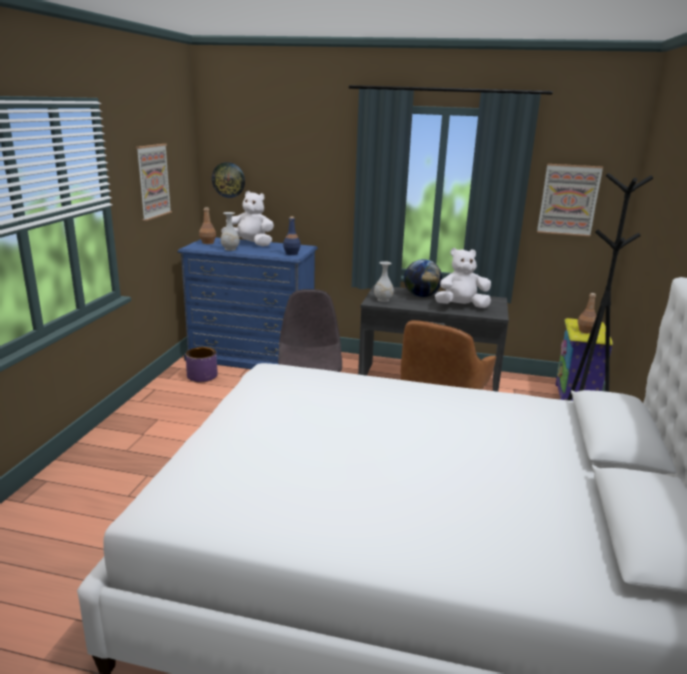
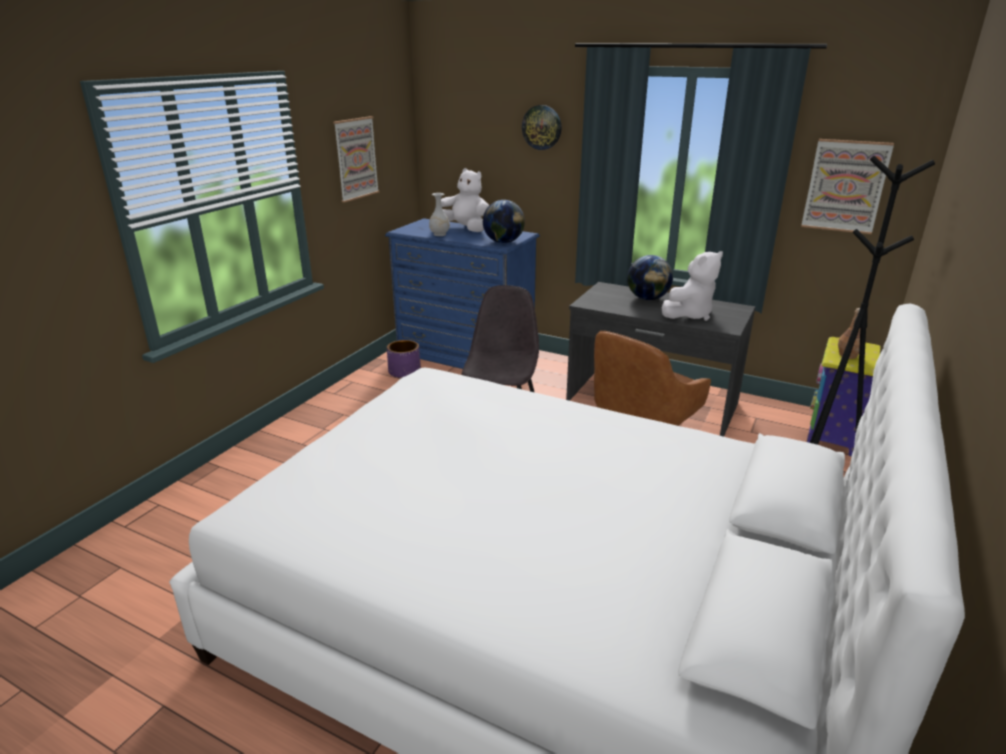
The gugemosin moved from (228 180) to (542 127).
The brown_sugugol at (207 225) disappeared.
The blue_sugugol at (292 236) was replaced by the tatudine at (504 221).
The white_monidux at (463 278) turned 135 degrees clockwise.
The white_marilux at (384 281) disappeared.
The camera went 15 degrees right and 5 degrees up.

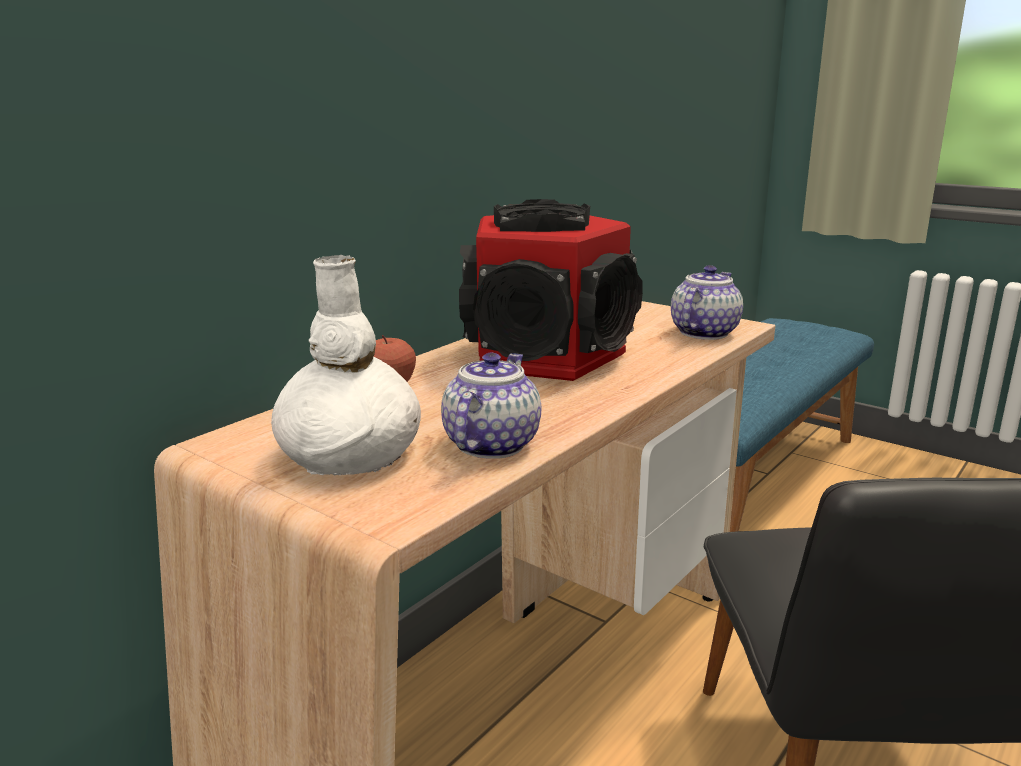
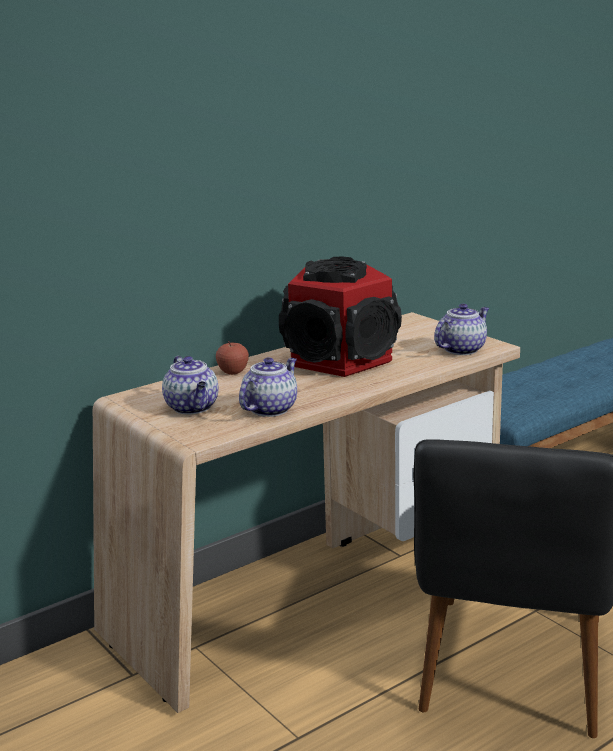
The white_marilux at (346 365) was replaced by the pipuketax at (190 385).
The camera went 15 degrees right and 0 degrees up.

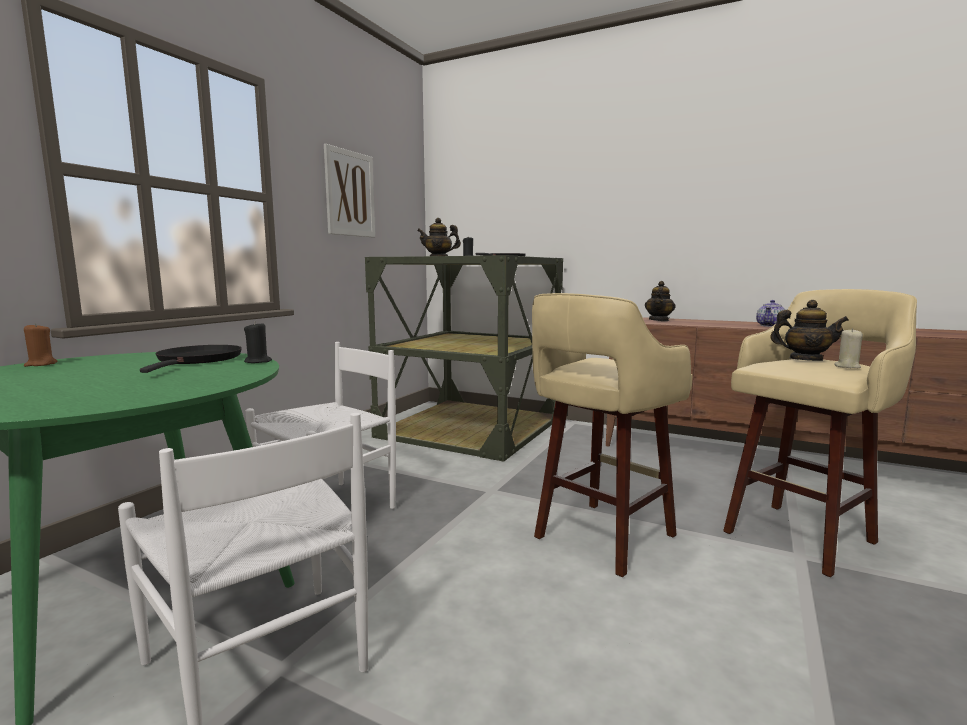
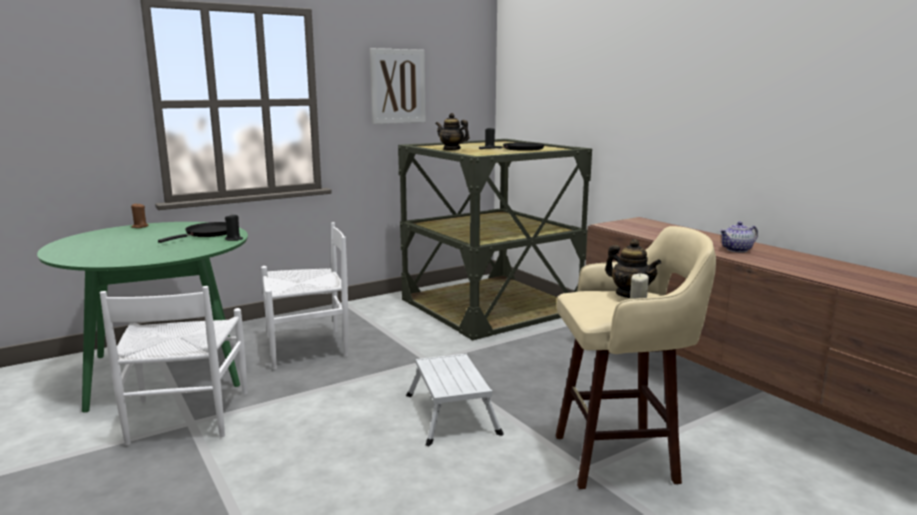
The pipuketax at (660 301) disappeared.
The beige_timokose at (612 435) was replaced by the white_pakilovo at (455 399).
The camera went 30 degrees right and 5 degrees up.

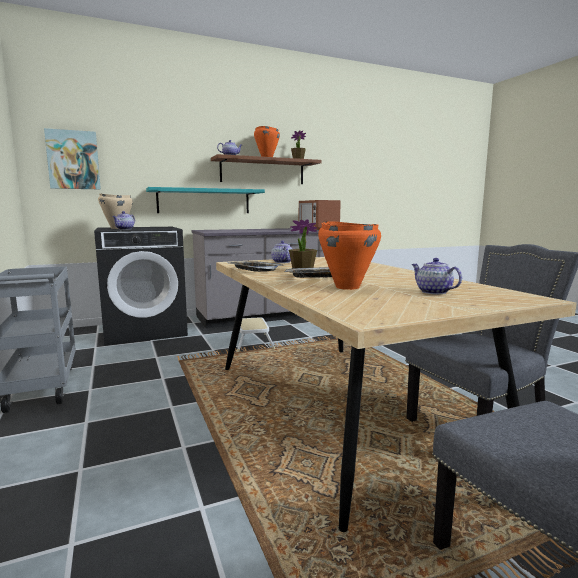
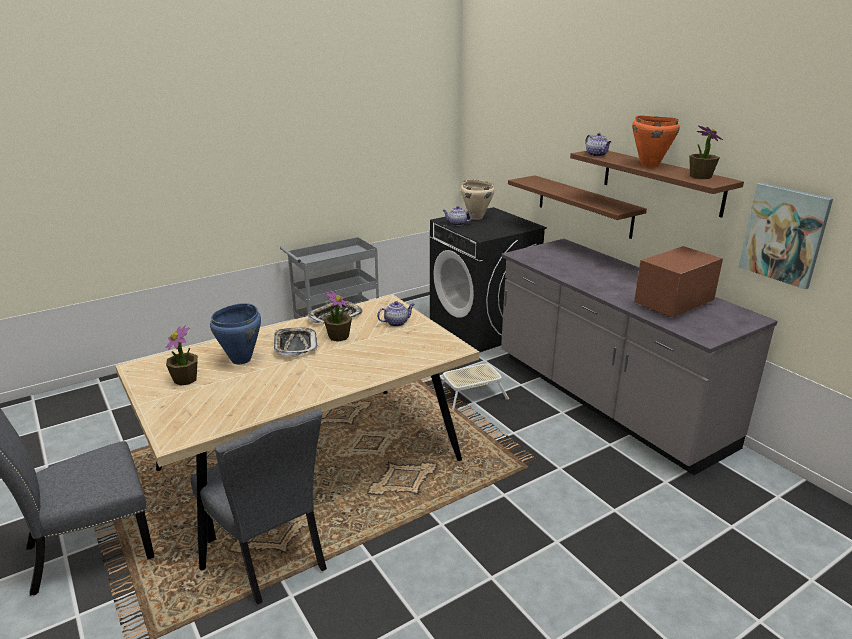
The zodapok moved from (72 158) to (785 236).
The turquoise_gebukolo at (205 200) became the brown_gebukolo at (577 207).
The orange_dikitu at (349 255) became the blue_dikitu at (235 333).
The pipuketax at (437 276) disappeared.
The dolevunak at (182 355) appeared.
The camera went 80 degrees right and 15 degrees up.

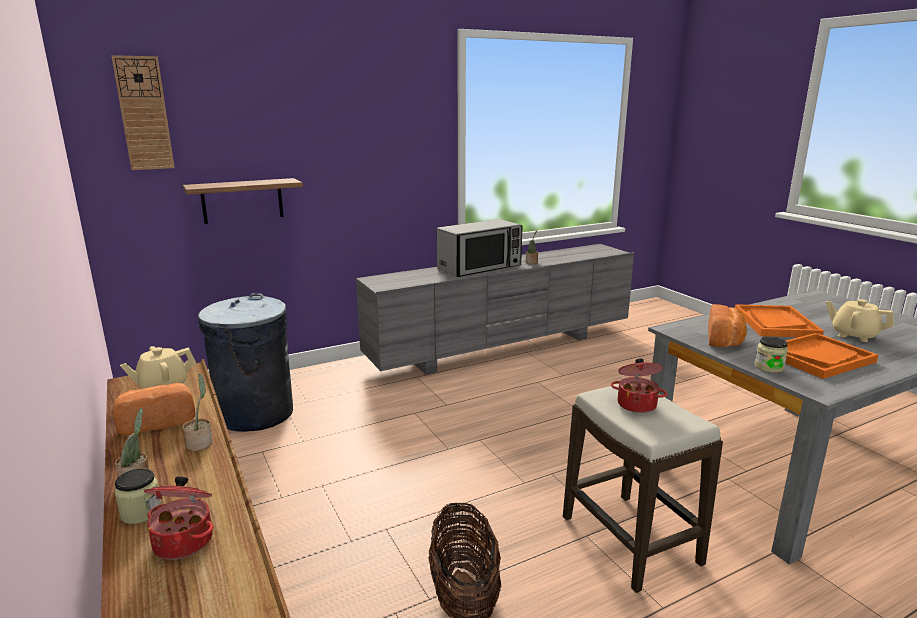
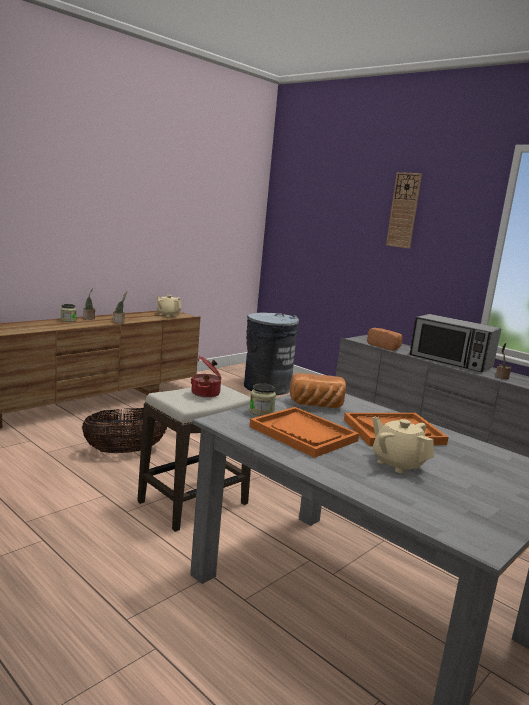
The gugemosin moved from (143 112) to (404 210).
The gebukolo at (243 201) disappeared.
The beige_pipuketax at (860 320) turned 60 degrees counterclockwise.
The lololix moved from (153 409) to (385 339).
The dikitu at (178 518) disappeared.
The camera went 70 degrees right and 5 degrees down.

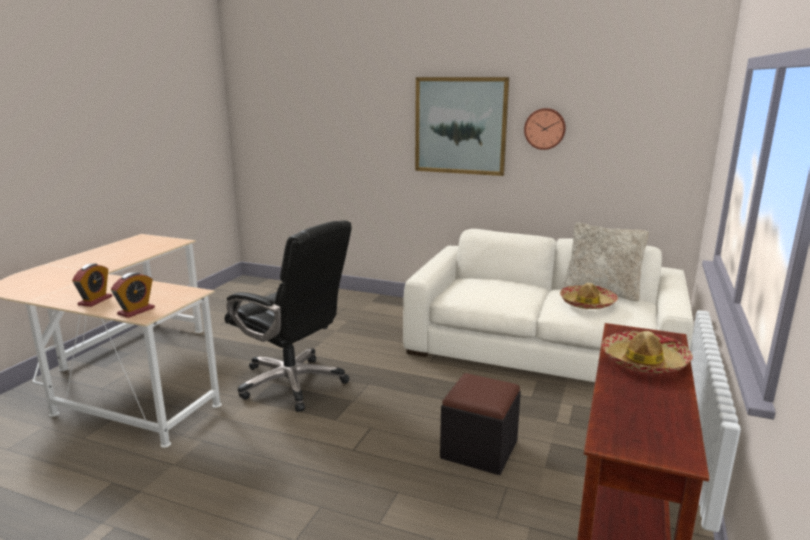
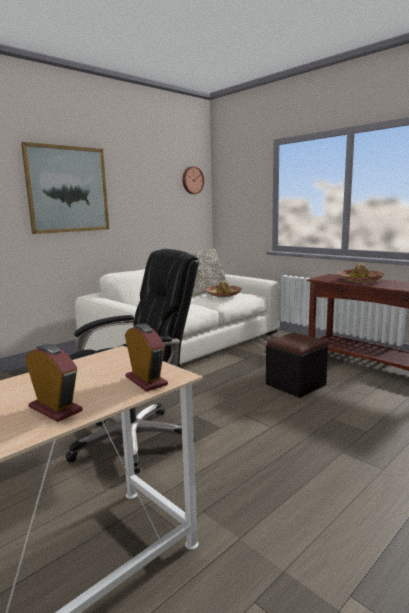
The gugemosin moved from (545 129) to (193 180).
The camera went 65 degrees left and 5 degrees down.

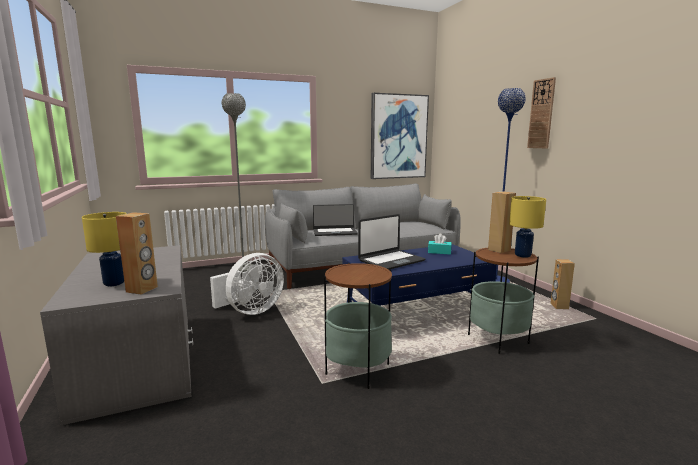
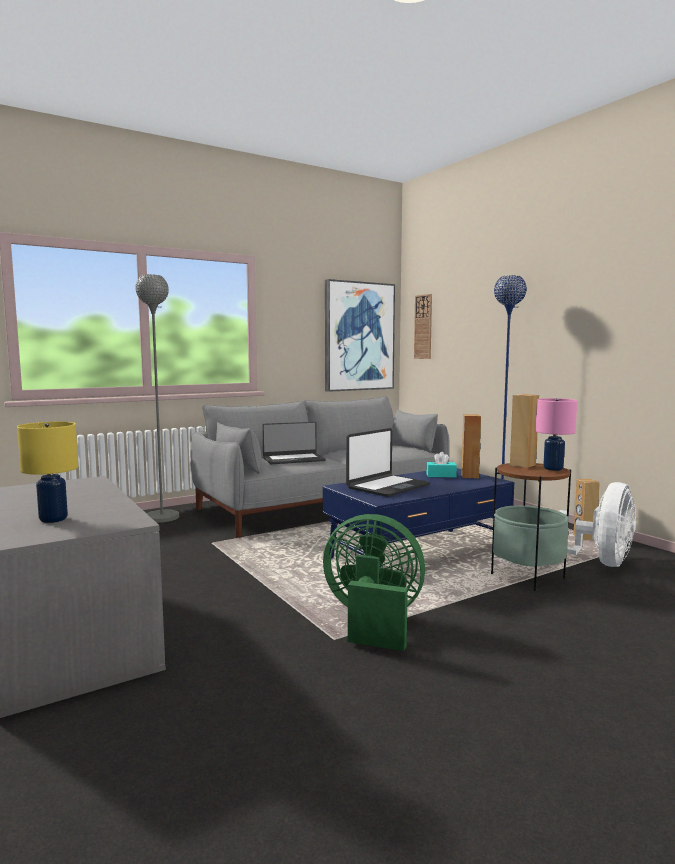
The gugemosin moved from (541 112) to (423 326).
The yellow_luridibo at (527 227) became the pink_luridibo at (556 434).
The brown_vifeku moved from (137 253) to (471 446).
The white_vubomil moved from (247 284) to (597 524).
The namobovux at (358 326) was replaced by the green_vubomil at (374 582).
The camera went 10 degrees left and 5 degrees down.

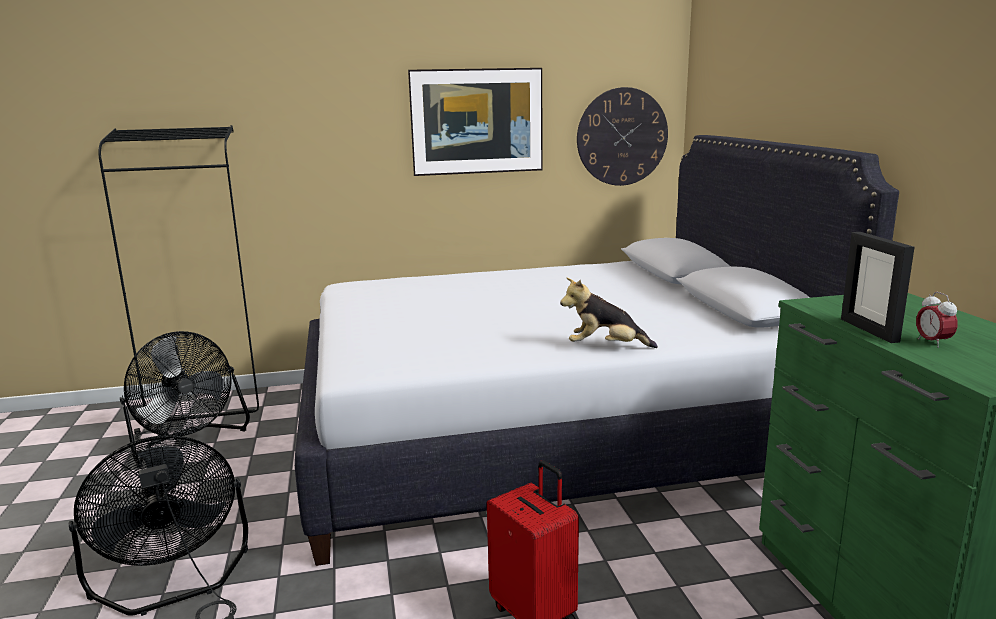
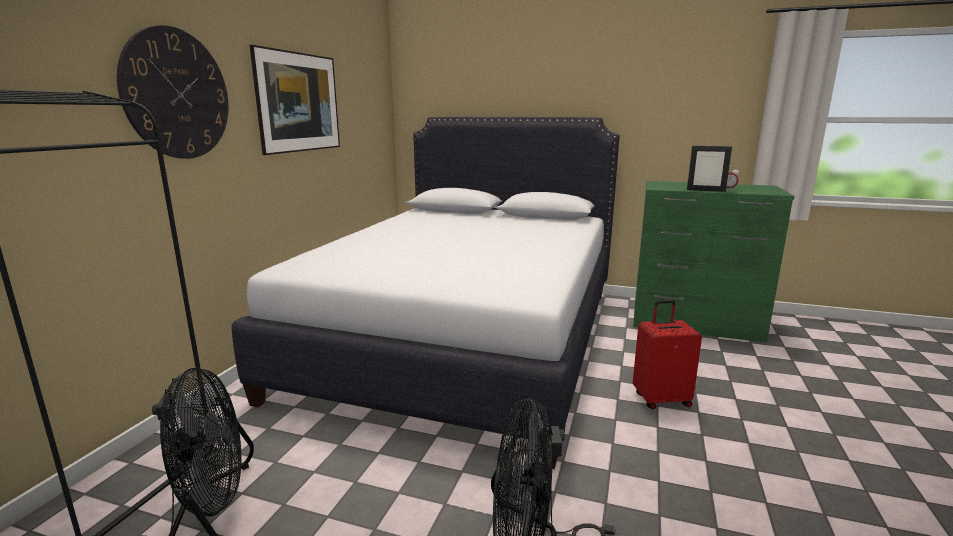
The gugemosin moved from (622 136) to (172 92).
The monidux at (609 313) disappeared.
The camera went 60 degrees left and 0 degrees up.

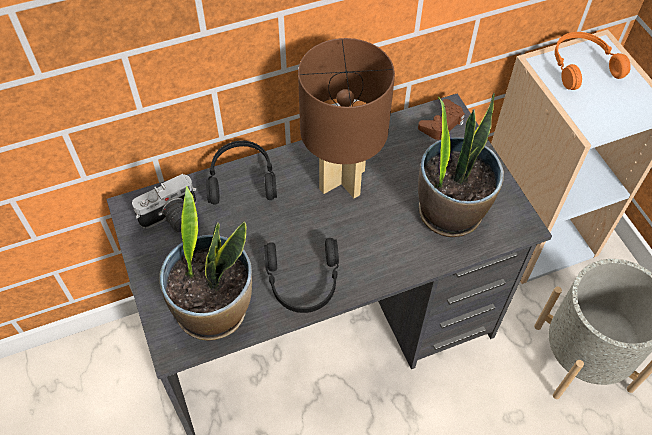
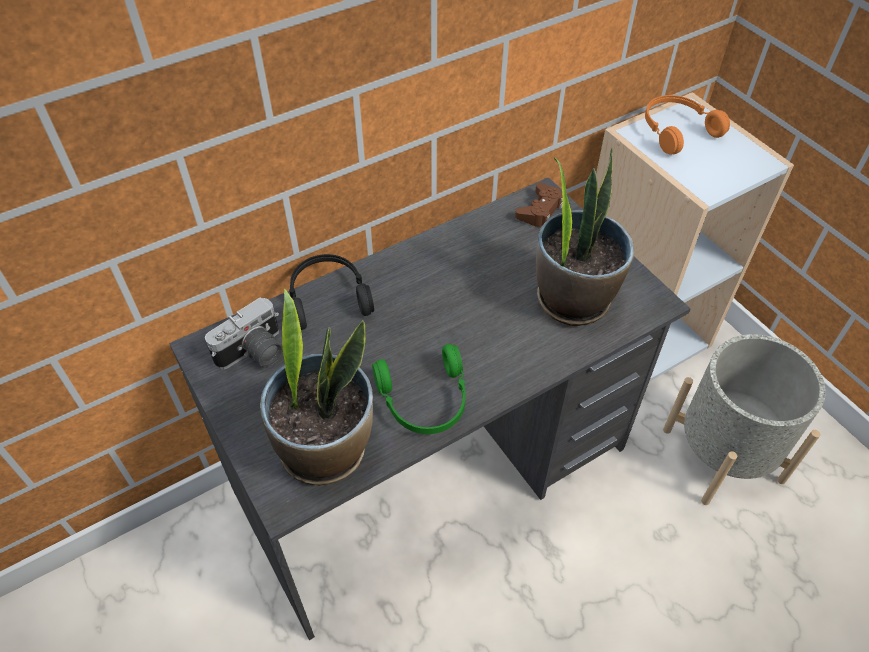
The brown_luridibo at (346 118) disappeared.
The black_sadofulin at (301 275) became the green_sadofulin at (419 389).
The camera went 10 degrees left and 5 degrees down.

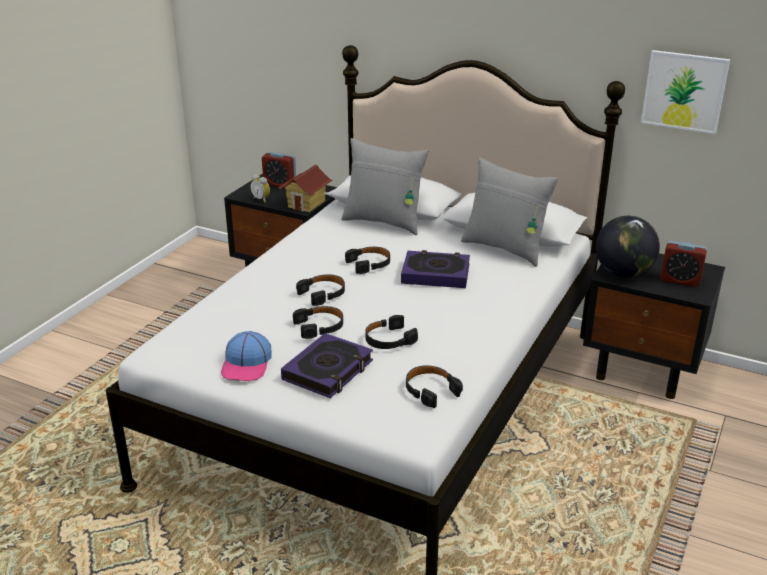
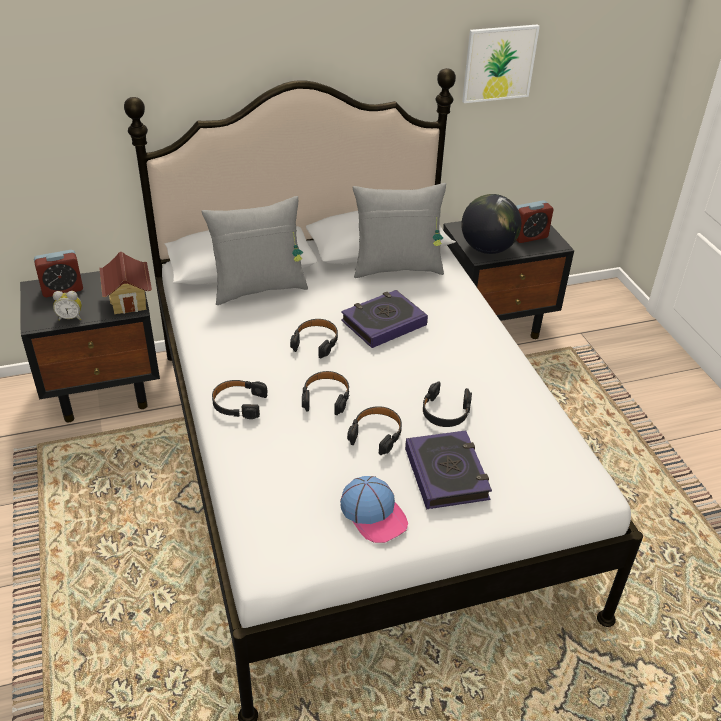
The black_sadofulin moved from (434 386) to (239 399).
The camera went 45 degrees left and 10 degrees up.

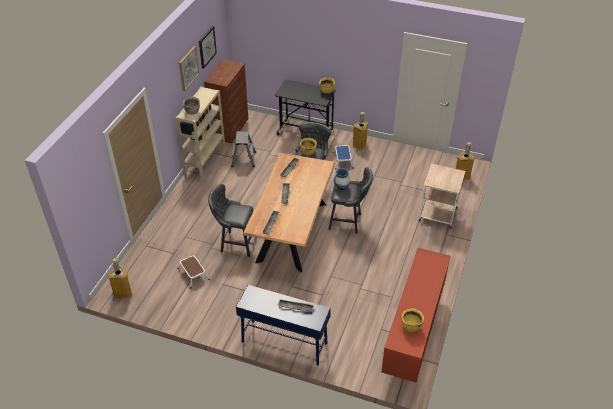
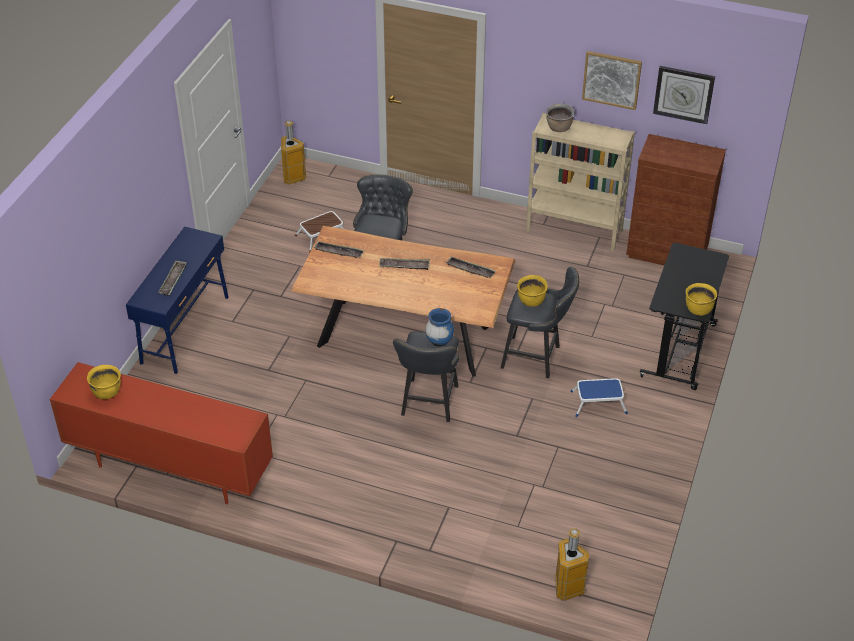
The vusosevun at (360 131) disappeared.
The grey_pakilovo at (243 149) disappeared.
The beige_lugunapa at (442 196) disappeared.
The camera went 90 degrees right and 0 degrees up.

